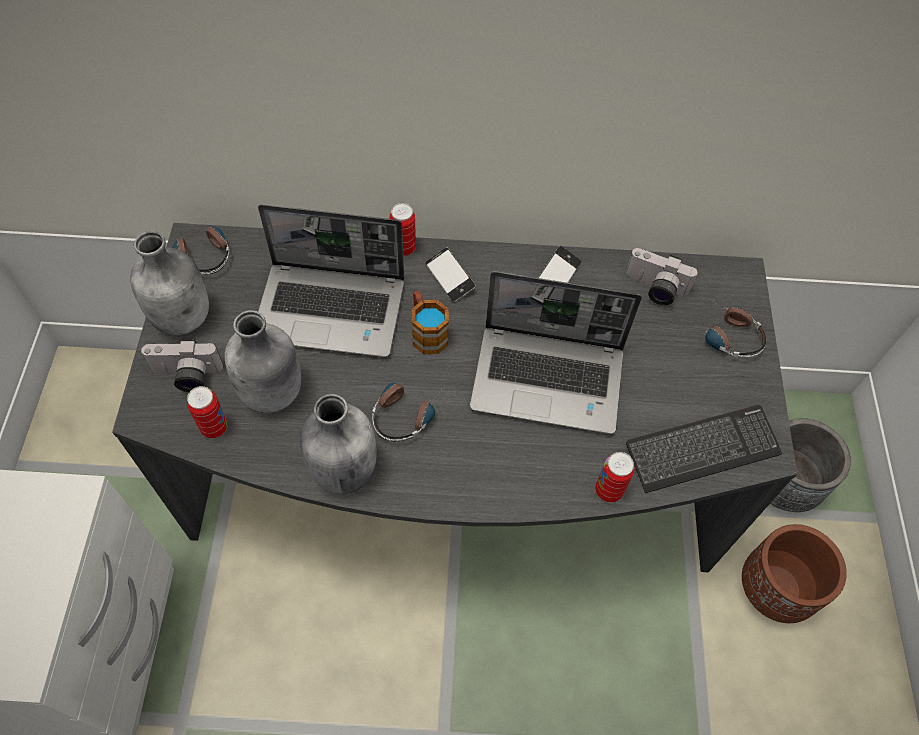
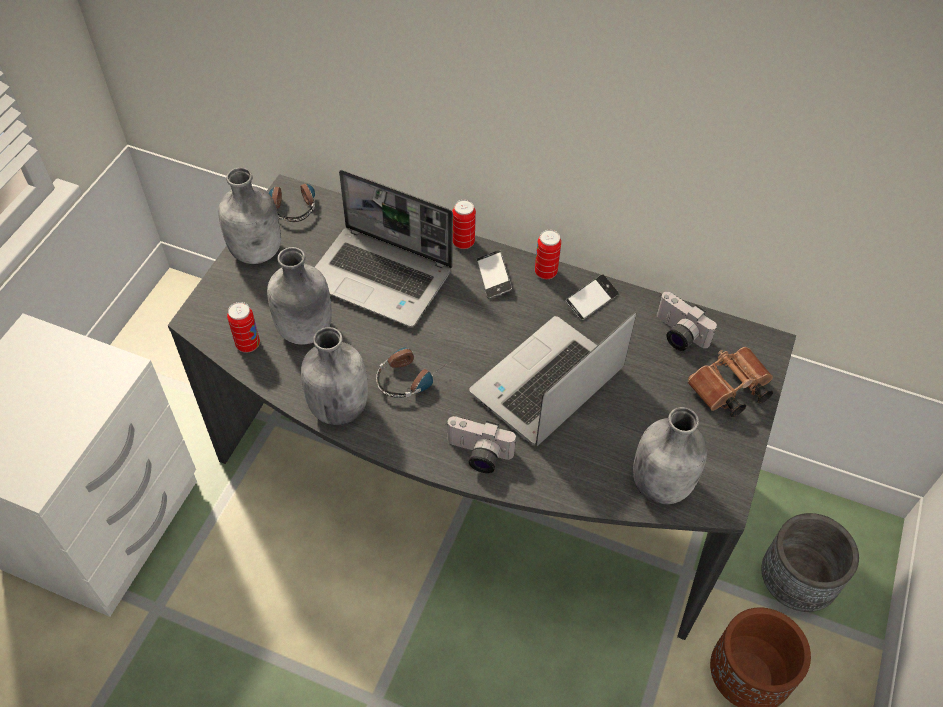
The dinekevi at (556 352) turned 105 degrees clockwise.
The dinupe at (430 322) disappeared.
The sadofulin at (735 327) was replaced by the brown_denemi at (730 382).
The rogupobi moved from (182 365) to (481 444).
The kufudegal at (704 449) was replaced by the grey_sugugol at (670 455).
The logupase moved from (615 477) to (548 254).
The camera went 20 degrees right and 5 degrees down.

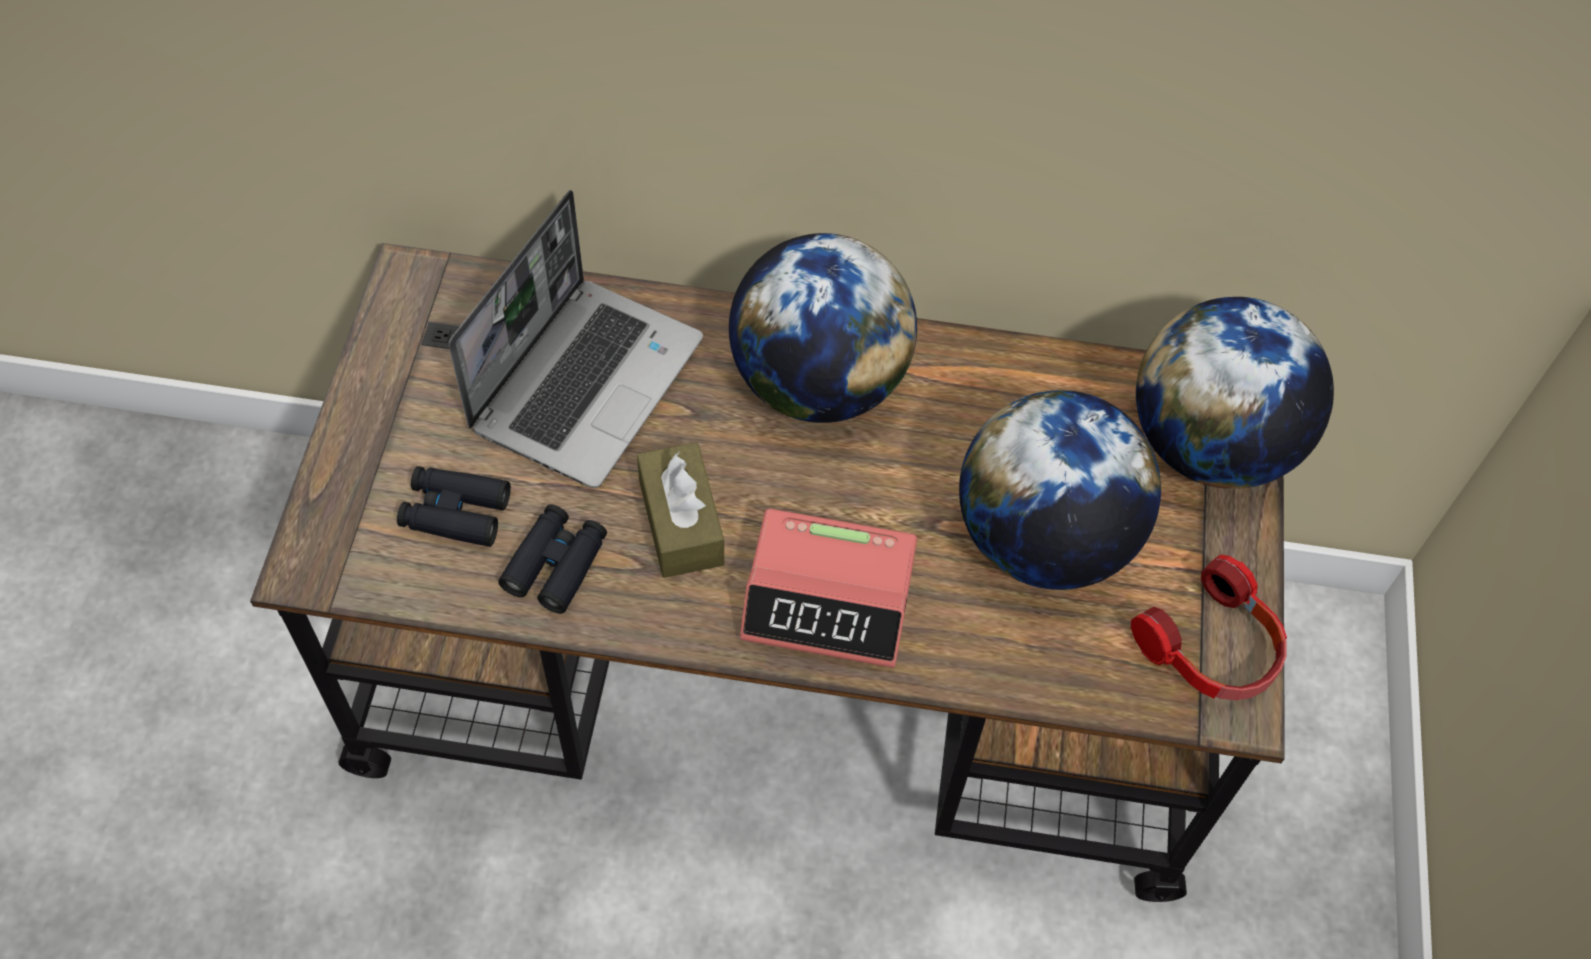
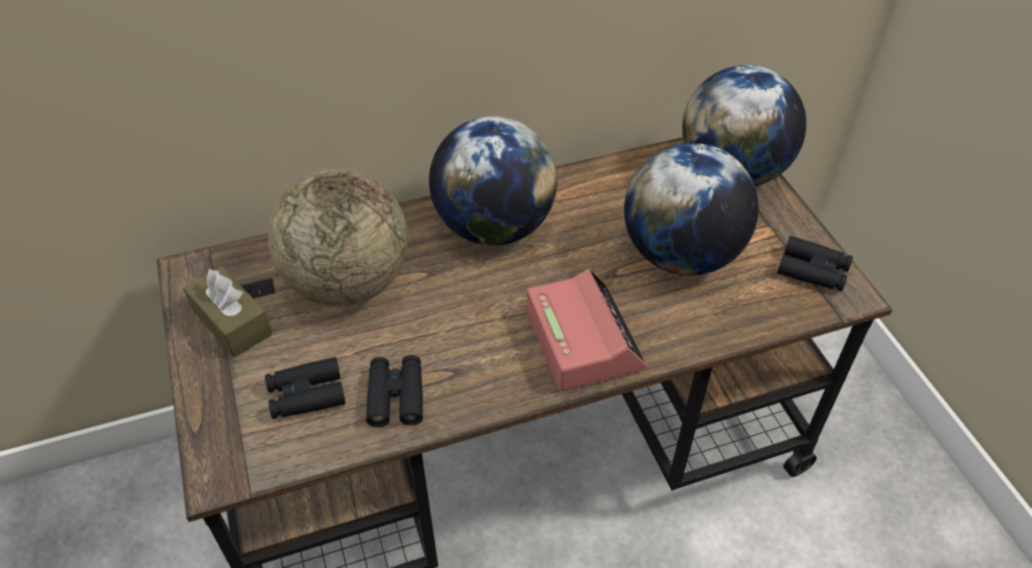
The dinekevi at (576 339) was replaced by the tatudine at (338 238).
The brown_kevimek moved from (680 510) to (227 312).
The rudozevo at (828 588) turned 90 degrees counterclockwise.
The sadofulin at (1209 627) was replaced by the black_denemi at (815 263).
The camera went 25 degrees left and 10 degrees down.

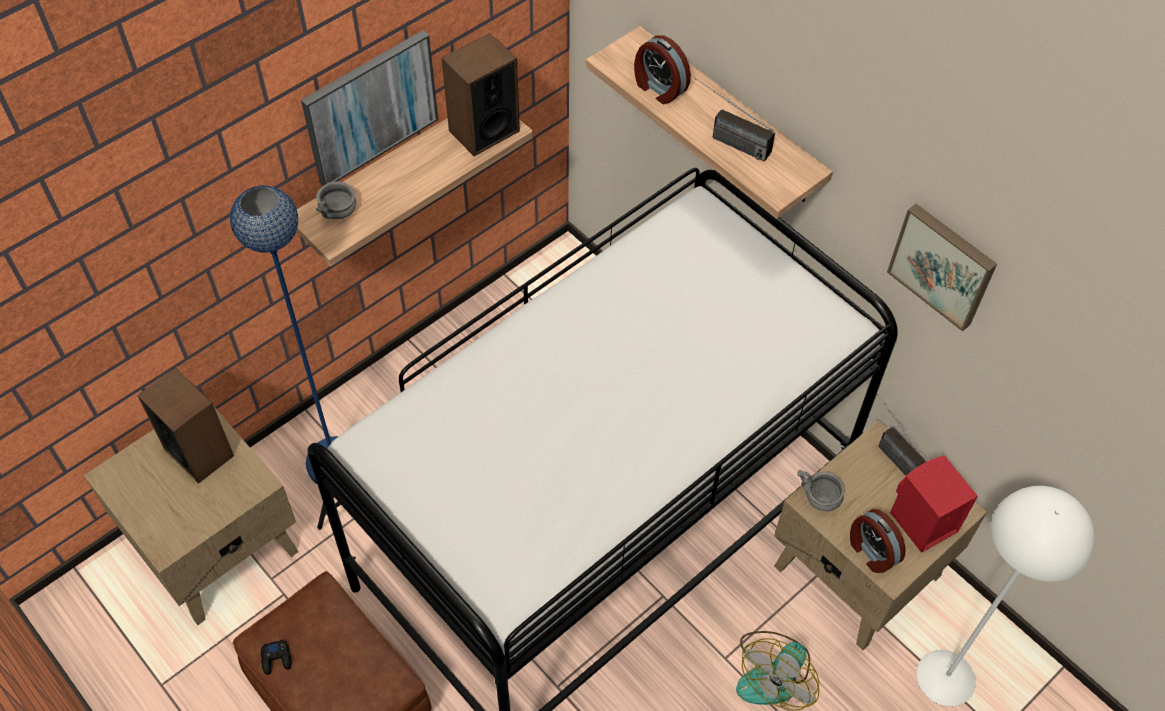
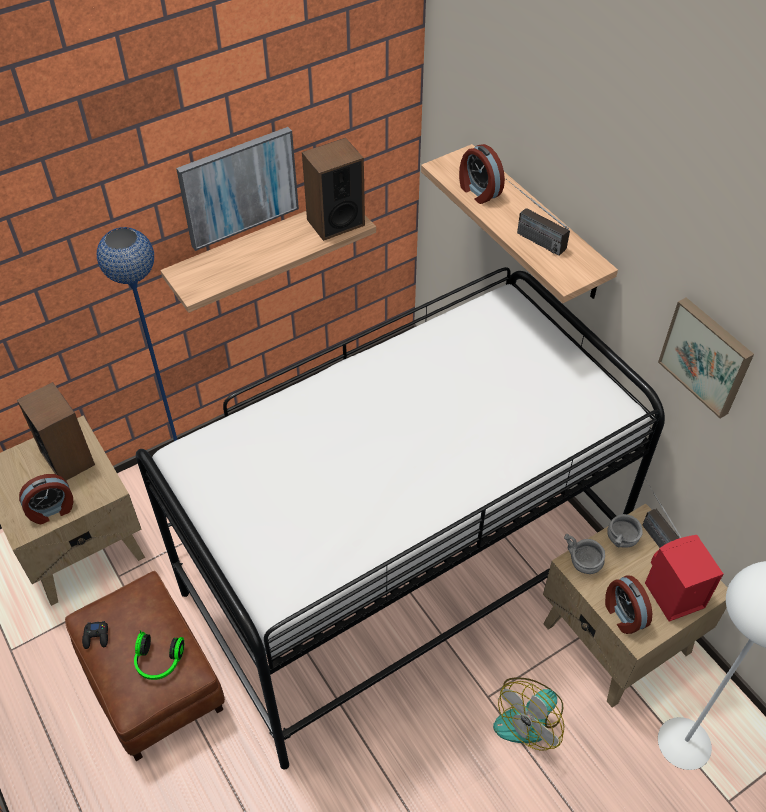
The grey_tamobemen moved from (336 200) to (625 531).
The rudozevo at (46 499) appeared.
The sadofulin at (159 655) appeared.
The camera went 10 degrees right and 5 degrees down.

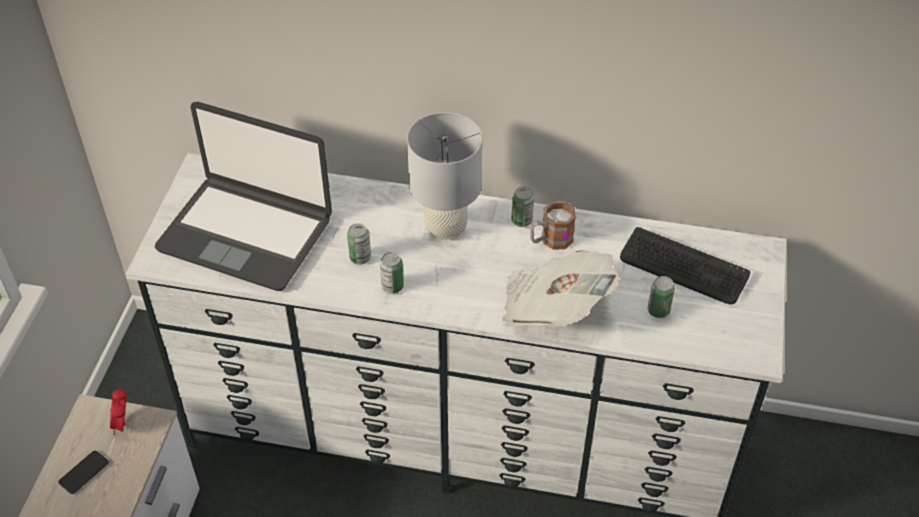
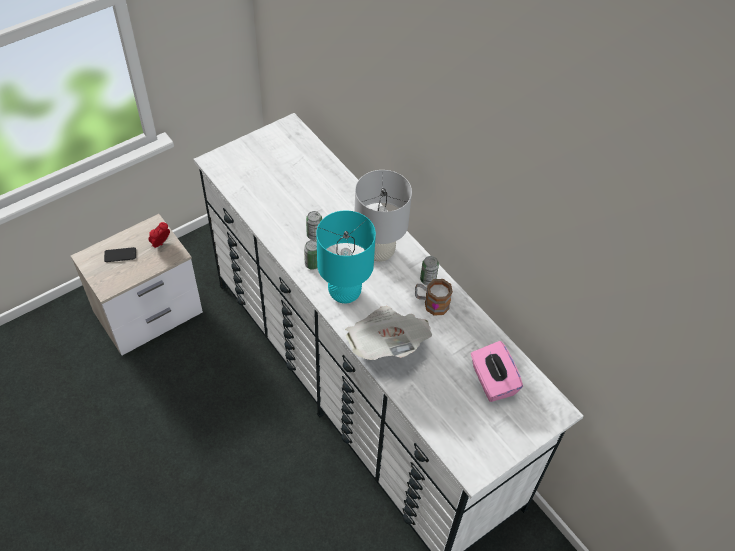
The dinekevi at (243 196) disappeared.
The kufudegal at (685 265) was replaced by the pink_kevimek at (497 371).
The logupase at (661 297) disappeared.
The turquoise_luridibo at (346 256) appeared.
The camera went 40 degrees right and 5 degrees up.

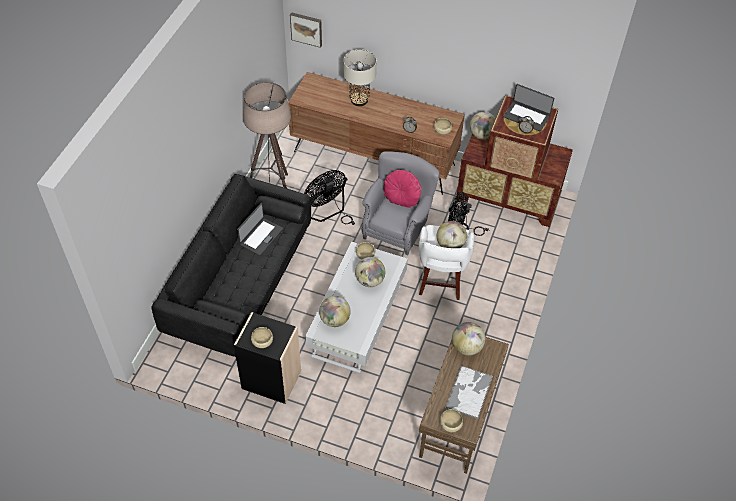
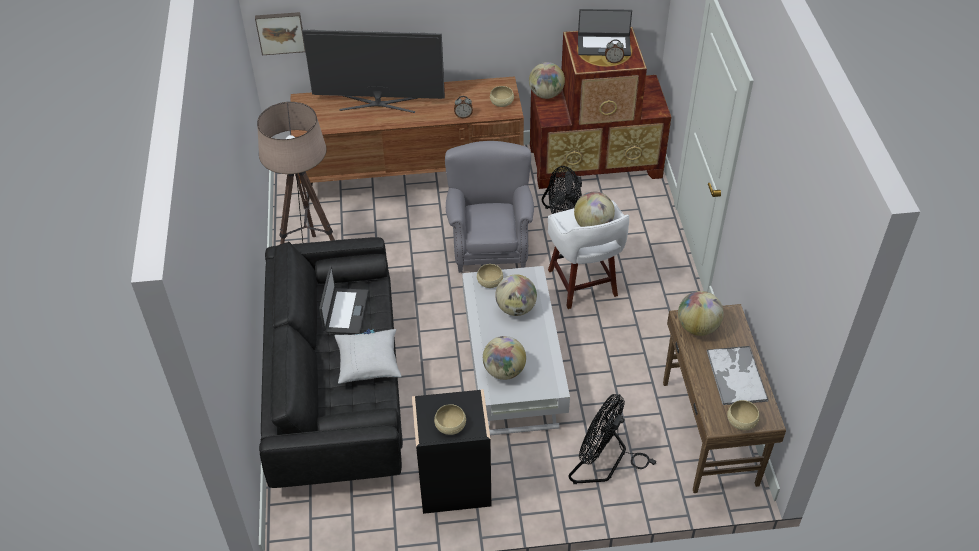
The luridibo at (360 77) was replaced by the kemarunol at (373 71).
The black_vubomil moved from (329 197) to (612 439).
The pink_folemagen at (402 189) disappeared.
The grey_folemagen at (368 356) appeared.
The camera went 25 degrees left and 5 degrees down.

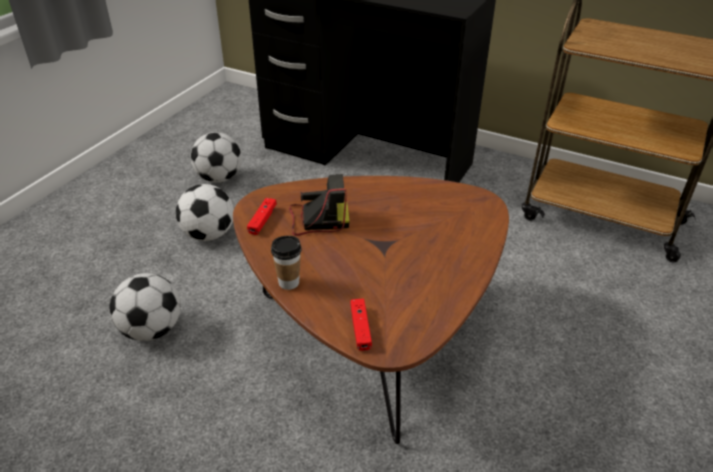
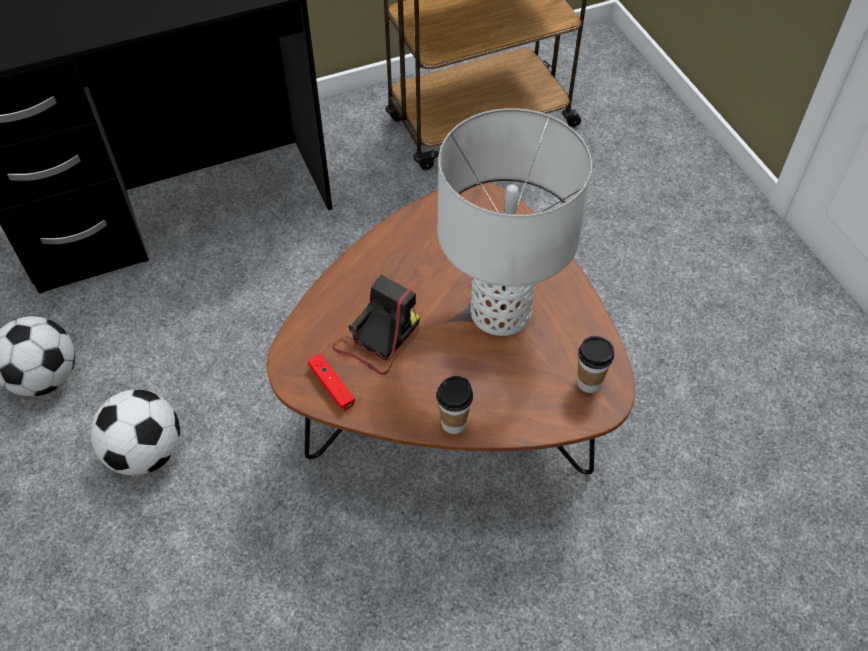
The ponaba at (145 307) disappeared.
The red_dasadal at (361 325) disappeared.
The white_luridibo at (514 222) appeared.
The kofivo at (595 364) appeared.
The camera went 50 degrees left and 15 degrees up.

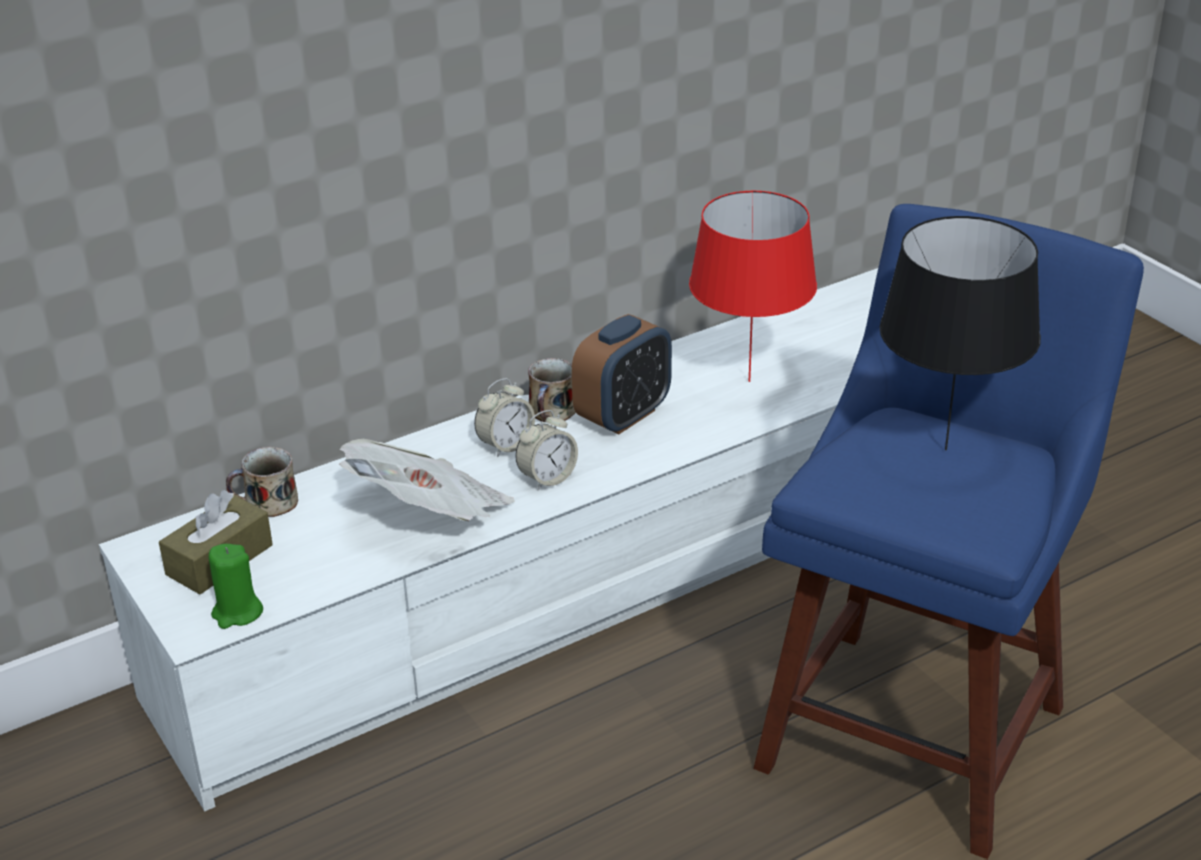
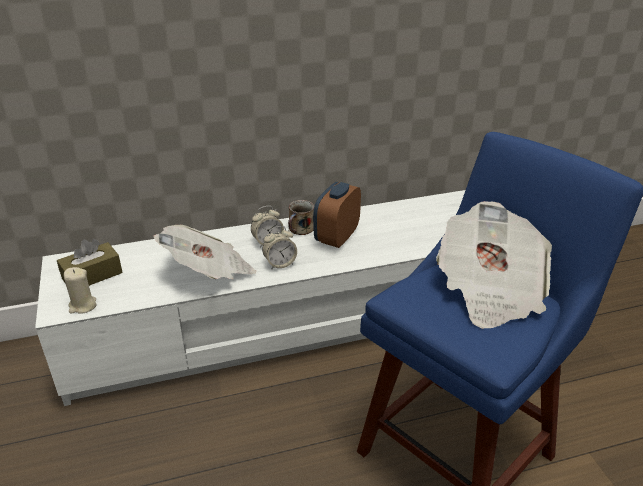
The red_luridibo at (753 286) disappeared.
The black_luridibo at (960 333) was replaced by the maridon at (494 265).
The rudozevo at (622 374) turned 150 degrees clockwise.
The dinupe at (262 482) disappeared.
The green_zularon at (236 586) became the beige_zularon at (80 290).
The camera went 15 degrees right and 0 degrees up.

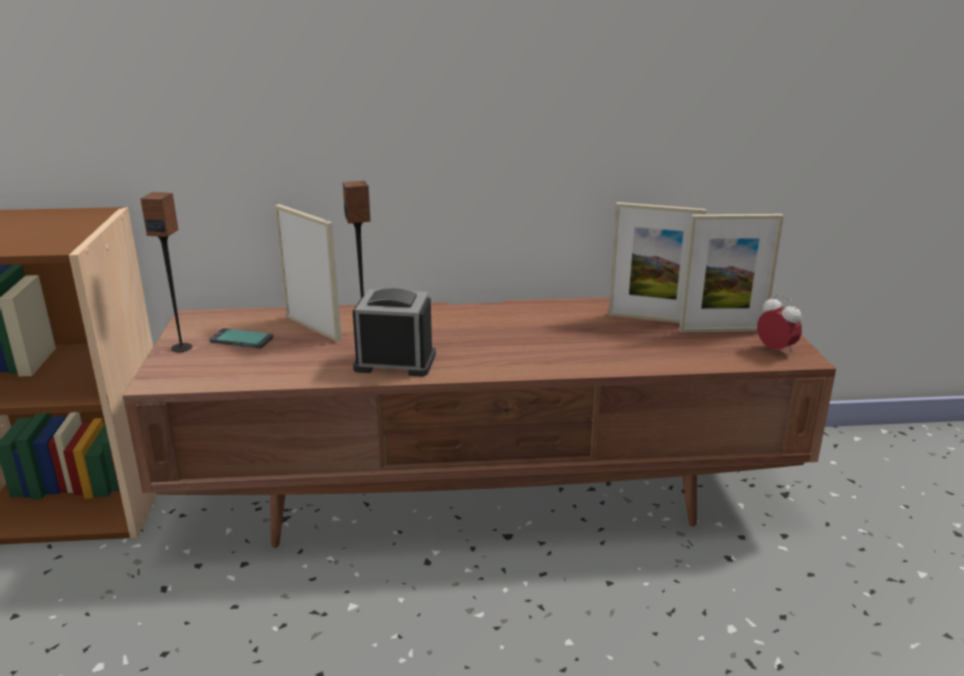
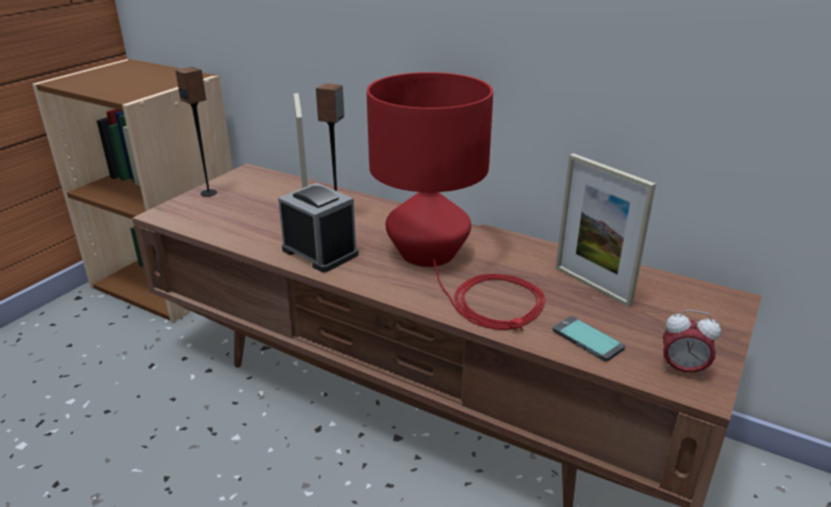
The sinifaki at (731 273) disappeared.
The rudozevo at (779 324) turned 105 degrees clockwise.
The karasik moved from (241 338) to (589 339).
The red_luridibo at (456 201) appeared.
The camera went 35 degrees right and 5 degrees up.

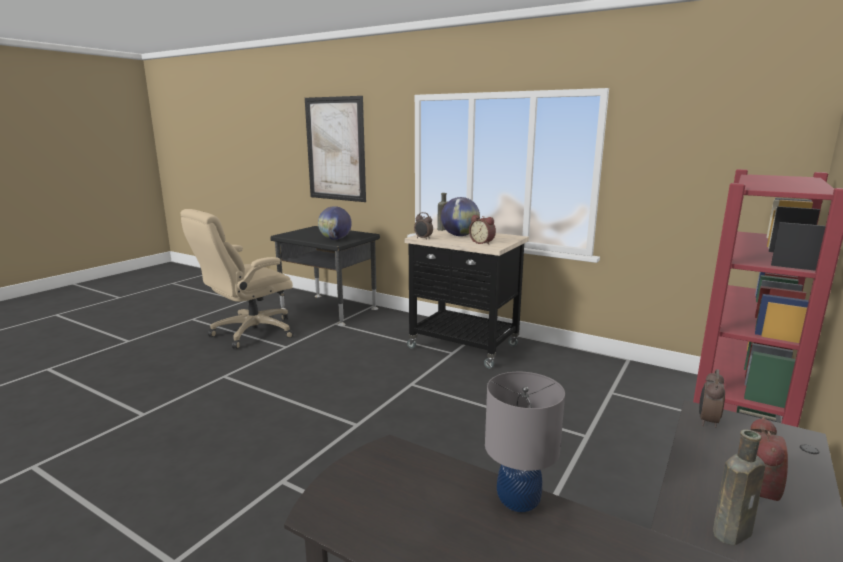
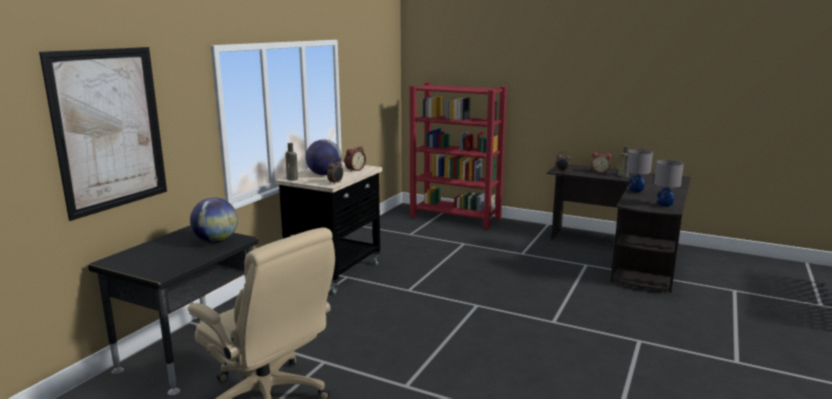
The grey_luridibo at (669 183) appeared.
The camera went 95 degrees left and 0 degrees up.

